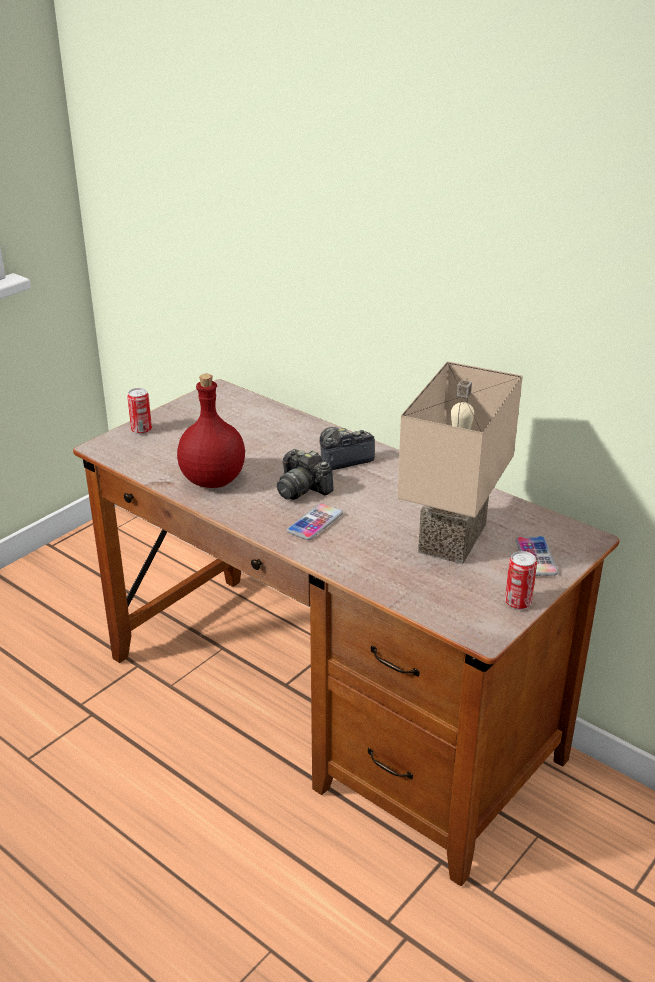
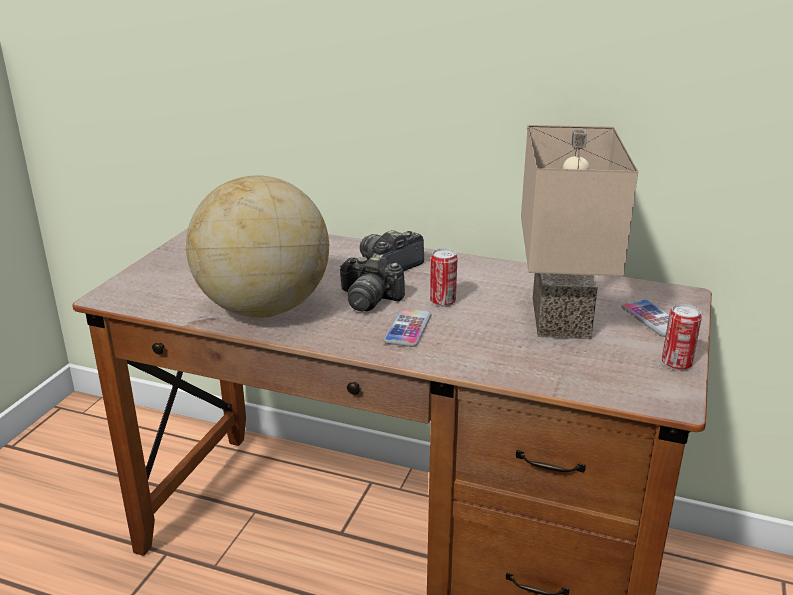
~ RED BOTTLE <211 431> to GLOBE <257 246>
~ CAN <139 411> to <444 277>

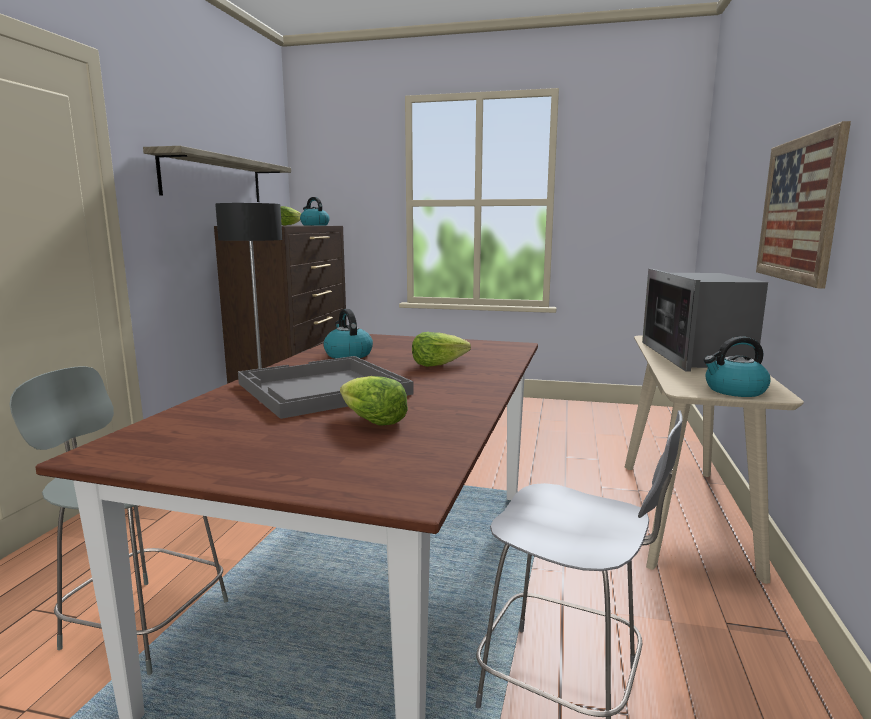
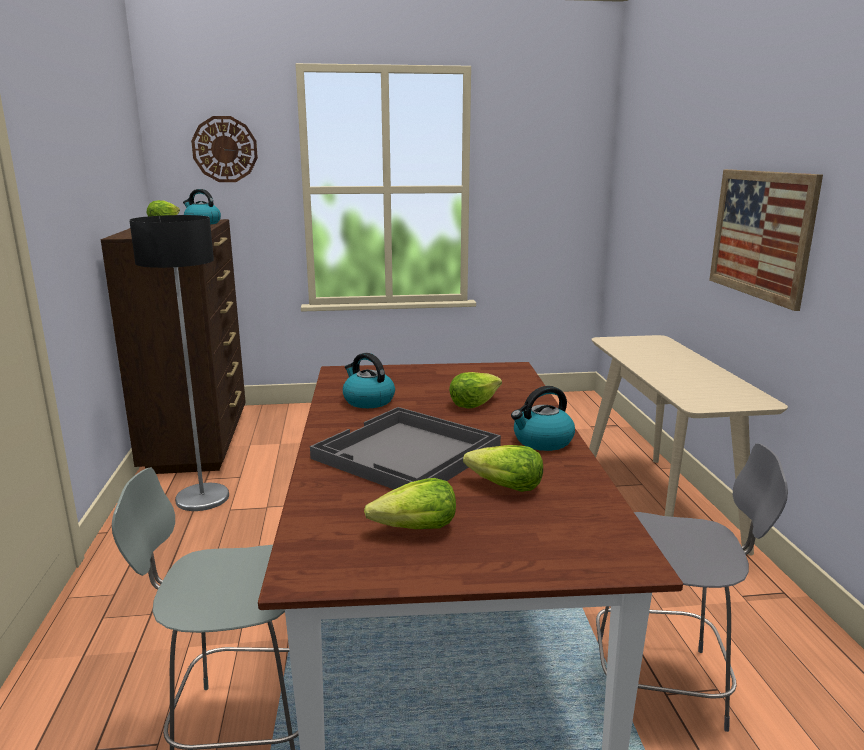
+ WALL CLOCK <224 149>
+ LETTUCE <410 503>
~ KETTLE <737 366> to <543 418>
- SHELF <217 174>
- MICROWAVE <705 320>

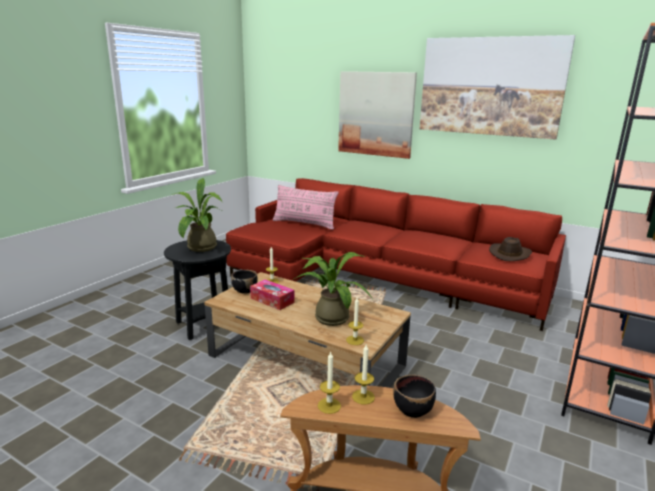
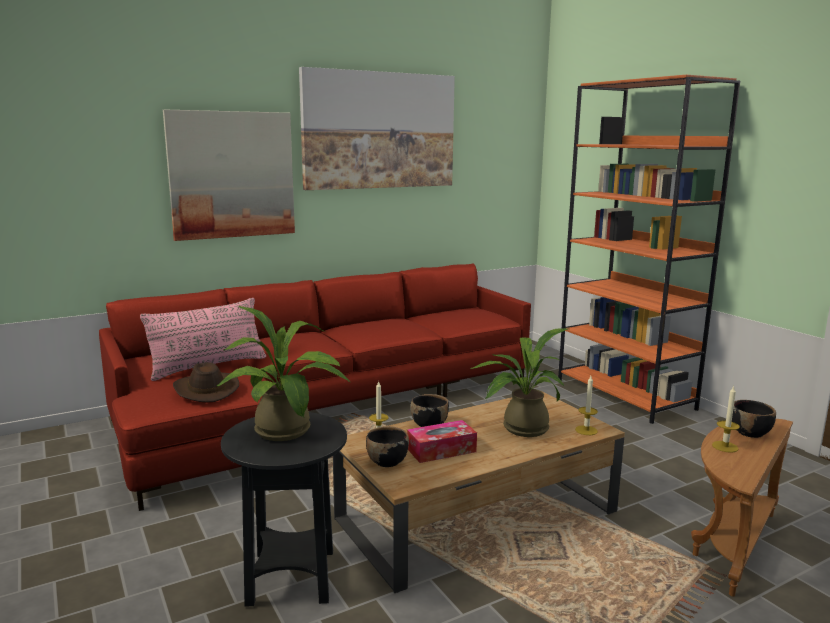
~ BROWN HAT <510 249> to <206 382>
+ BLACK BOWL <430 410>
- CANDLE <329 383>

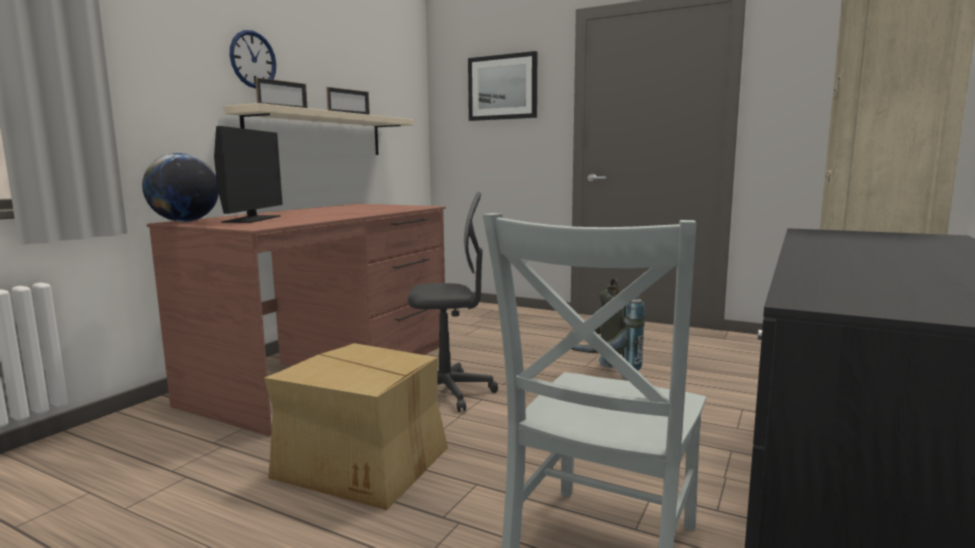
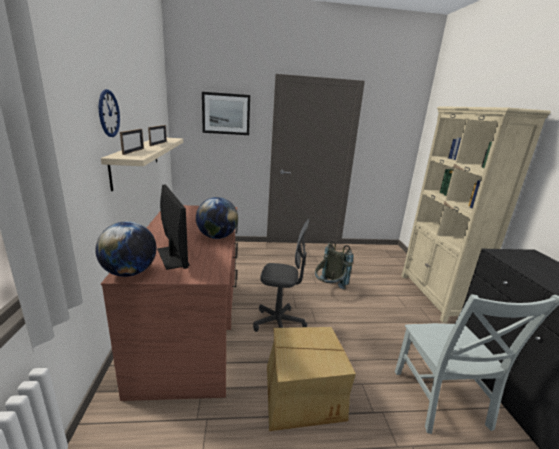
+ GLOBE <217 218>
~ GREY OFFICE CHAIR <453 302> = <281 275> 45 degrees clockwise

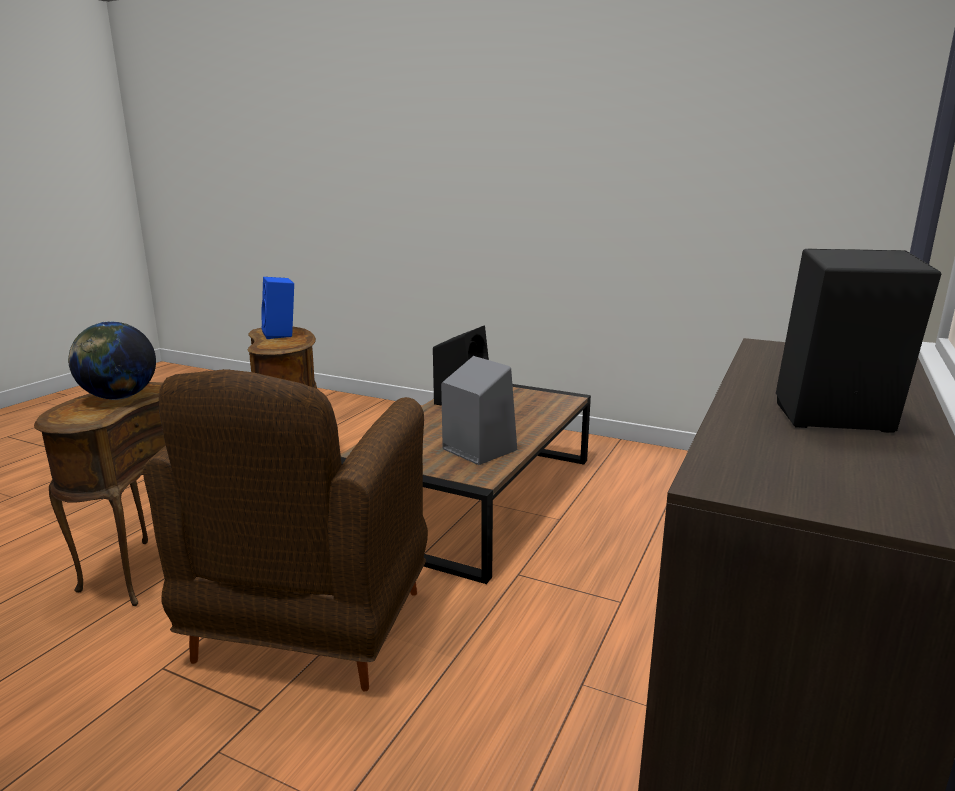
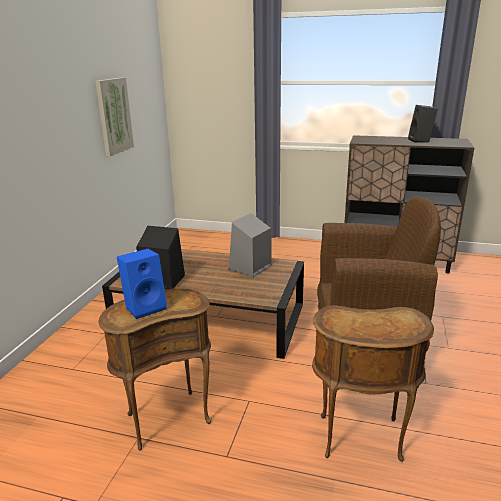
+ PICTURE <115 117>
- GLOBE <112 360>

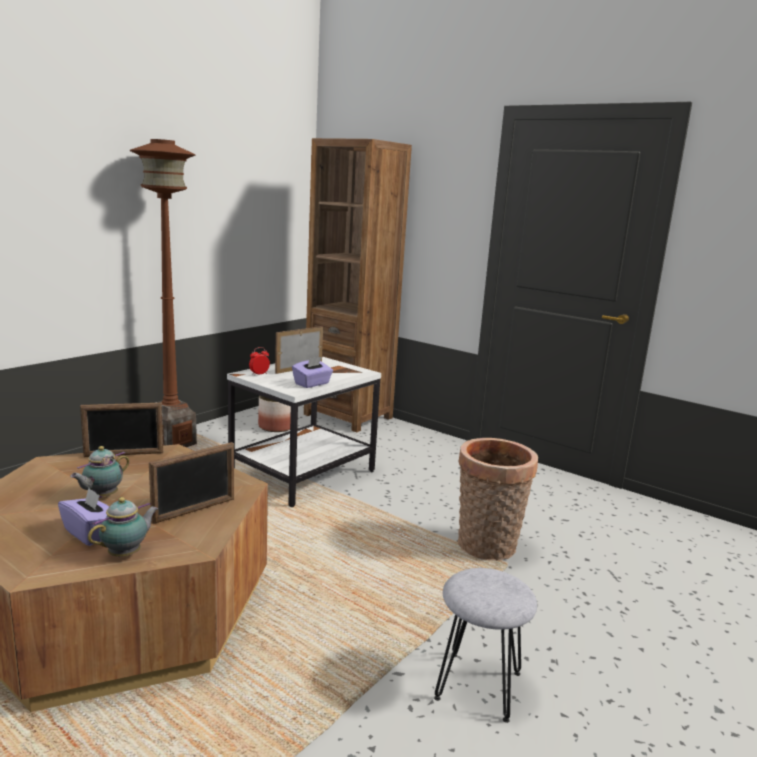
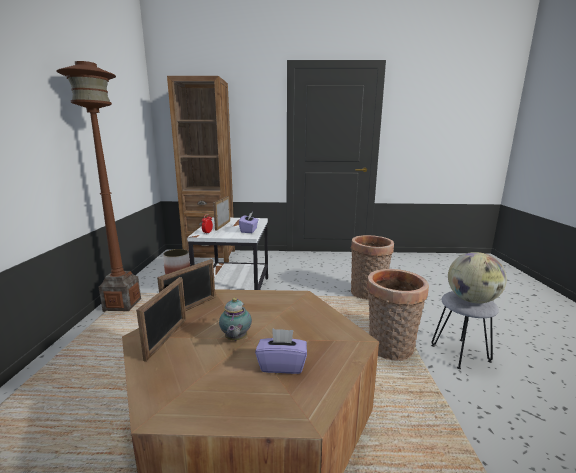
~ PICTURE FRAME <191 483> to <161 319>
+ BASKET <398 315>
+ GLOBE <477 278>
- TEAPOT <123 527>

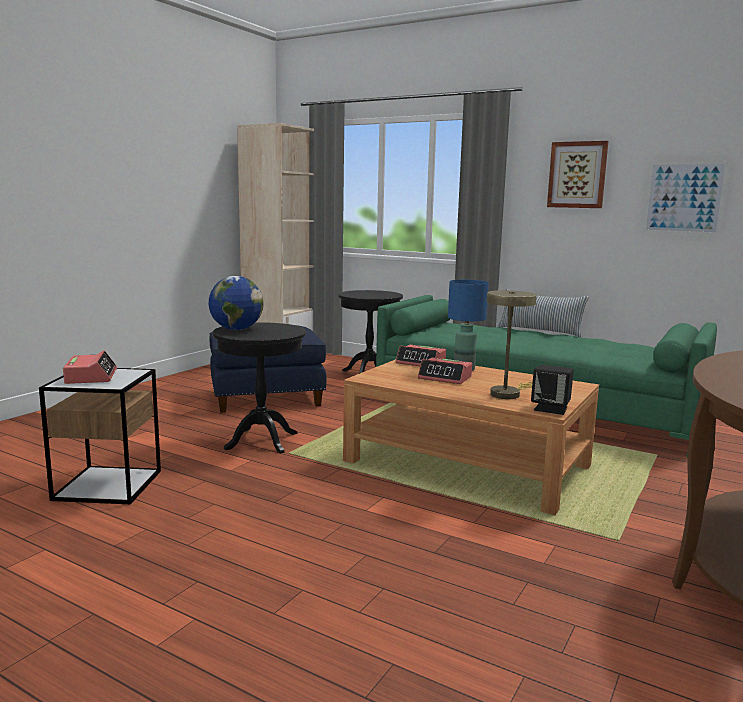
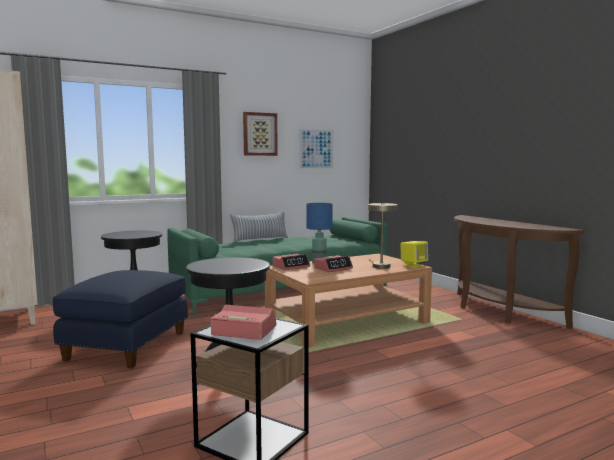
~ BLACK SPEAKER <552 390> to YELLOW SPEAKER <414 254>
- GLOBE <236 303>

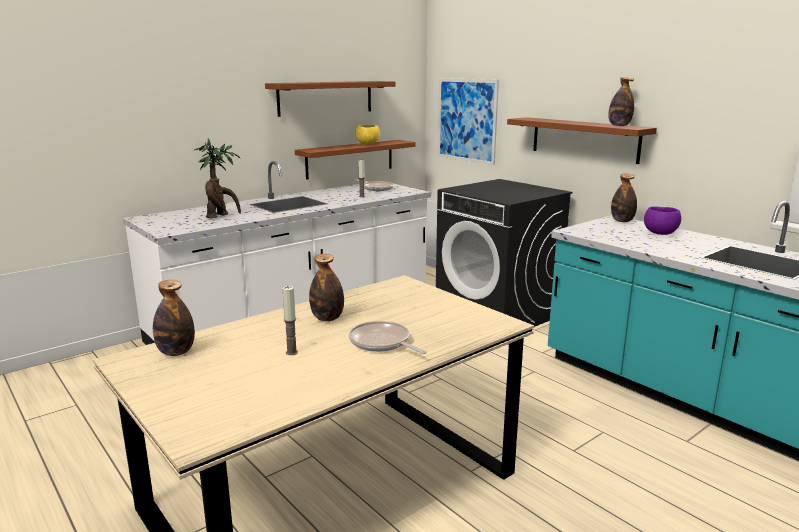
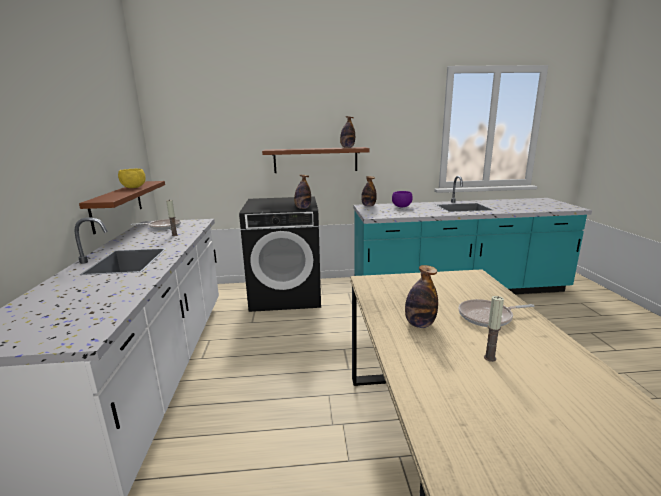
~ BOTTLE <174 318> to <302 192>
- POTTED PLANT <217 178>
- BROWN SHELF <330 99>
- PICTURE <468 121>

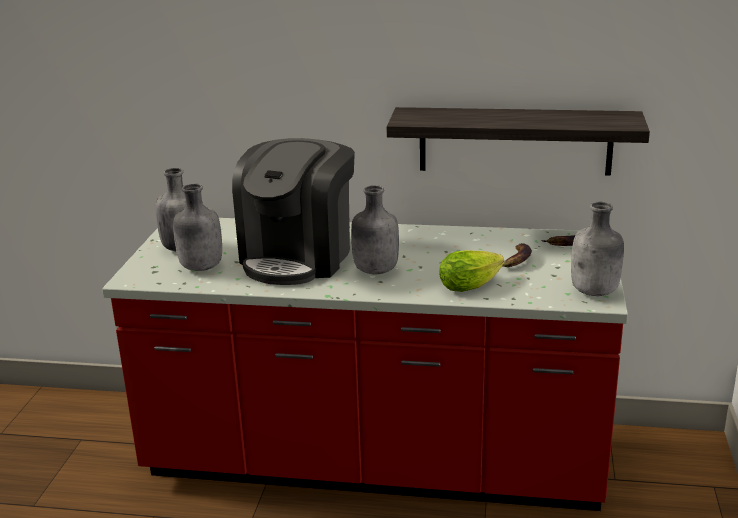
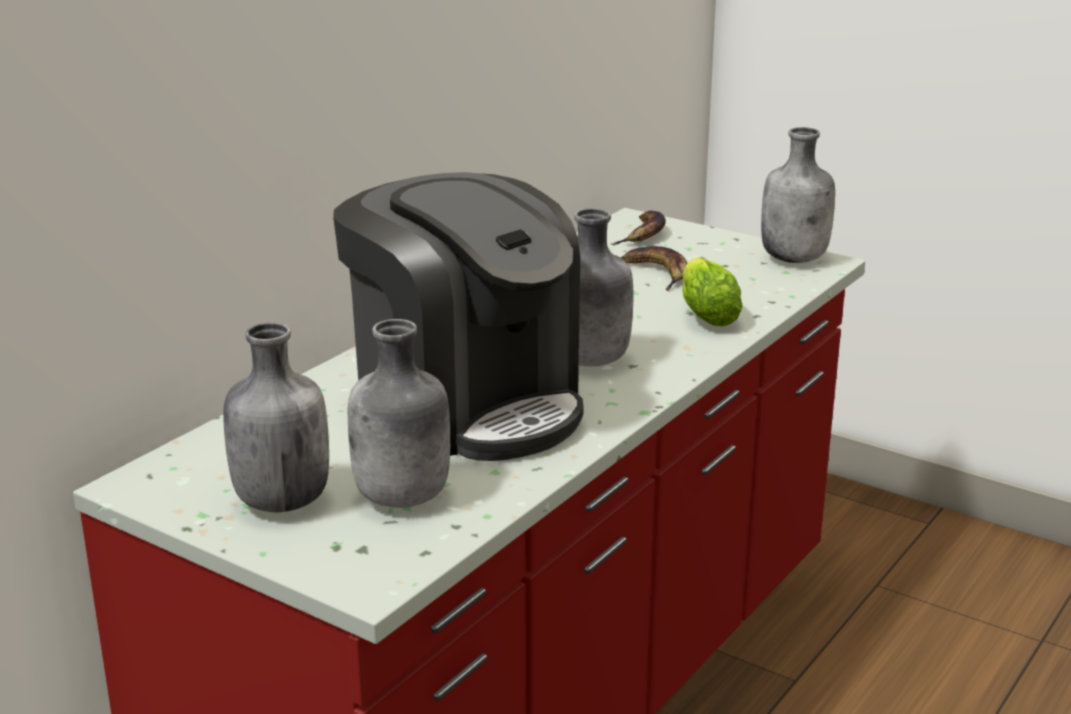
- SHELF <518 141>

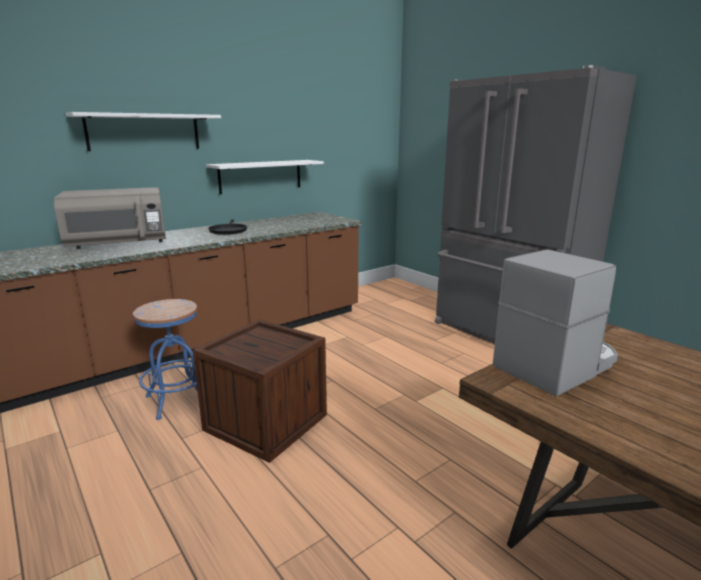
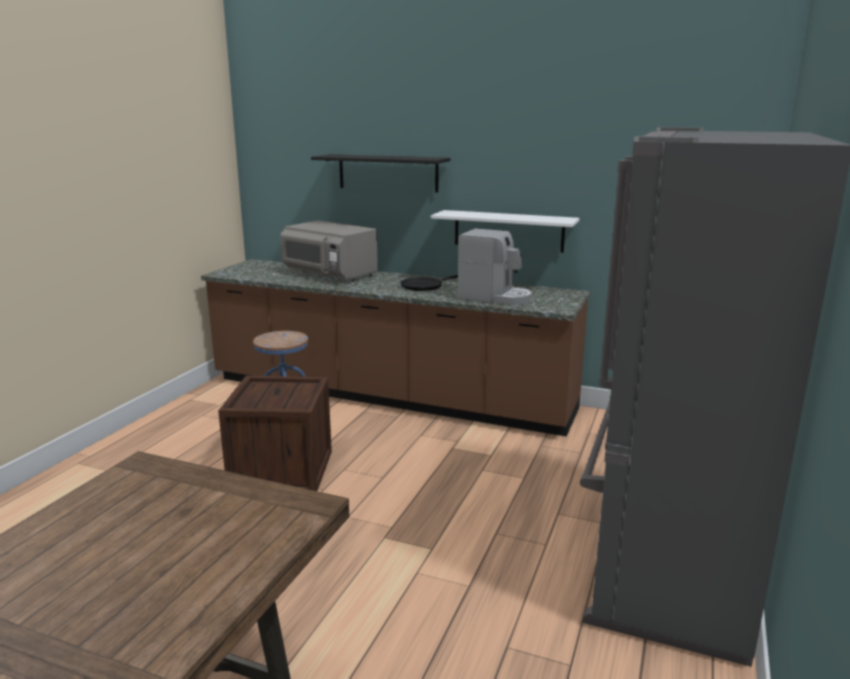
~ WHITE SHELF <143 131> to BLACK SHELF <381 173>
~ COFFEE MACHINE <555 323> to <495 267>

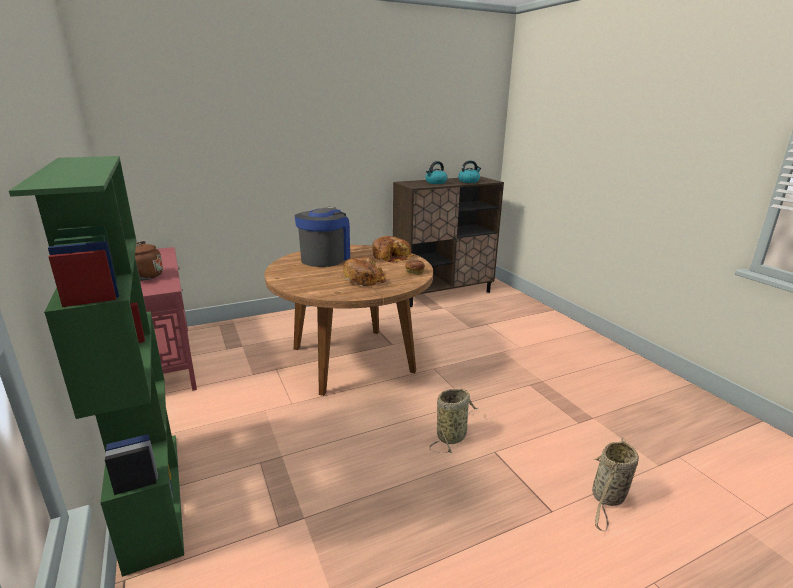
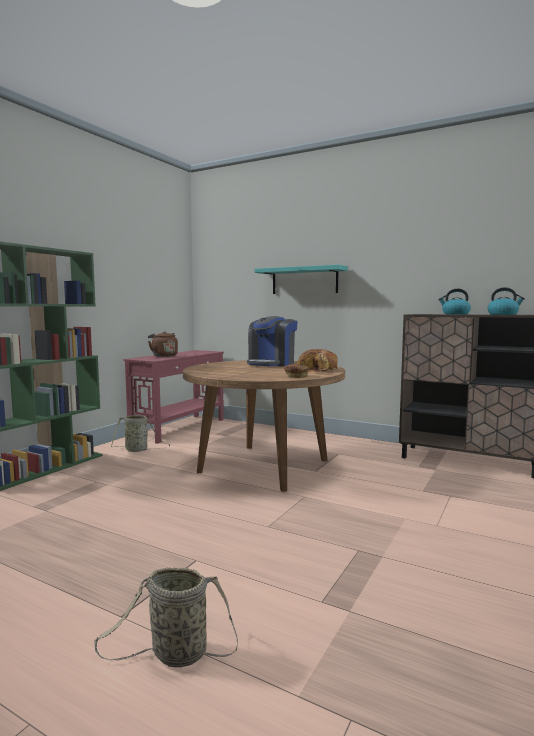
~ BASKET <453 421> to <140 433>
~ COFFEE MACHINE <322 237> = <272 341> 135 degrees clockwise
+ TURQUOISE SHELF <301 279>
- BREAD <364 271>

